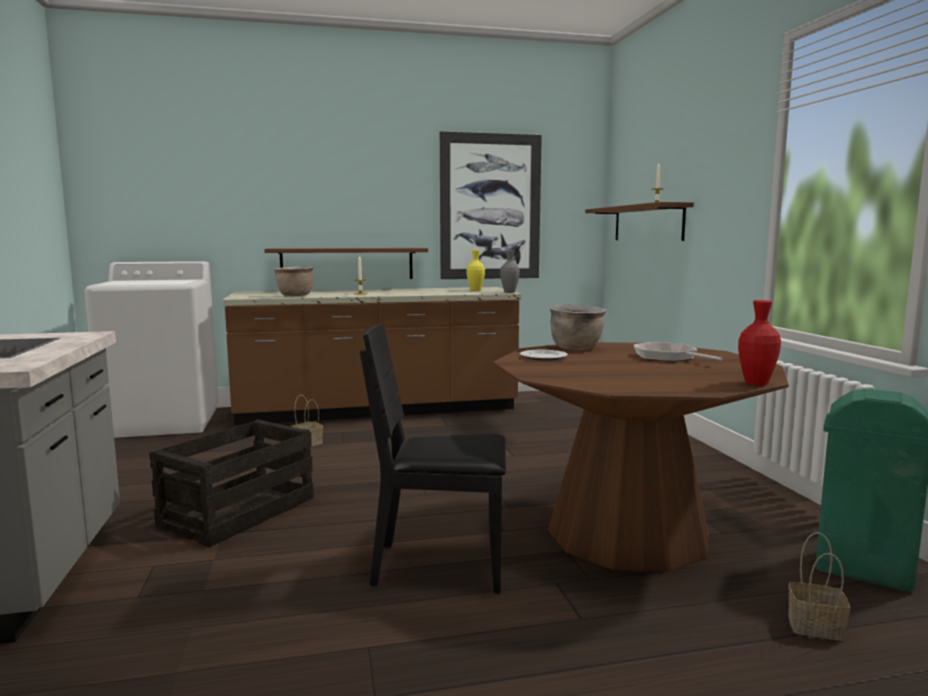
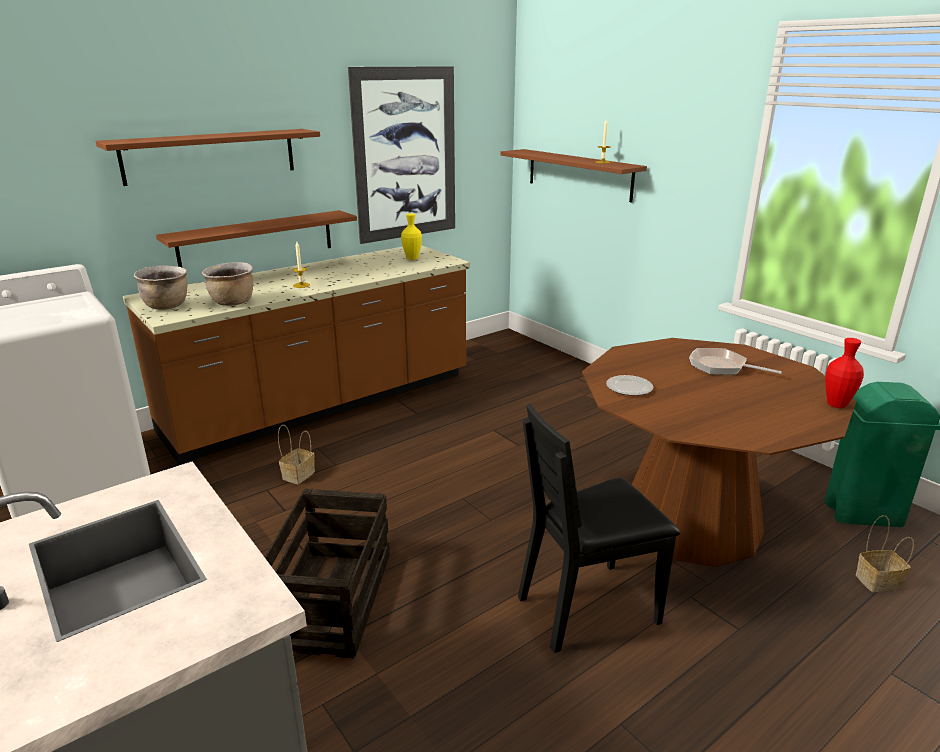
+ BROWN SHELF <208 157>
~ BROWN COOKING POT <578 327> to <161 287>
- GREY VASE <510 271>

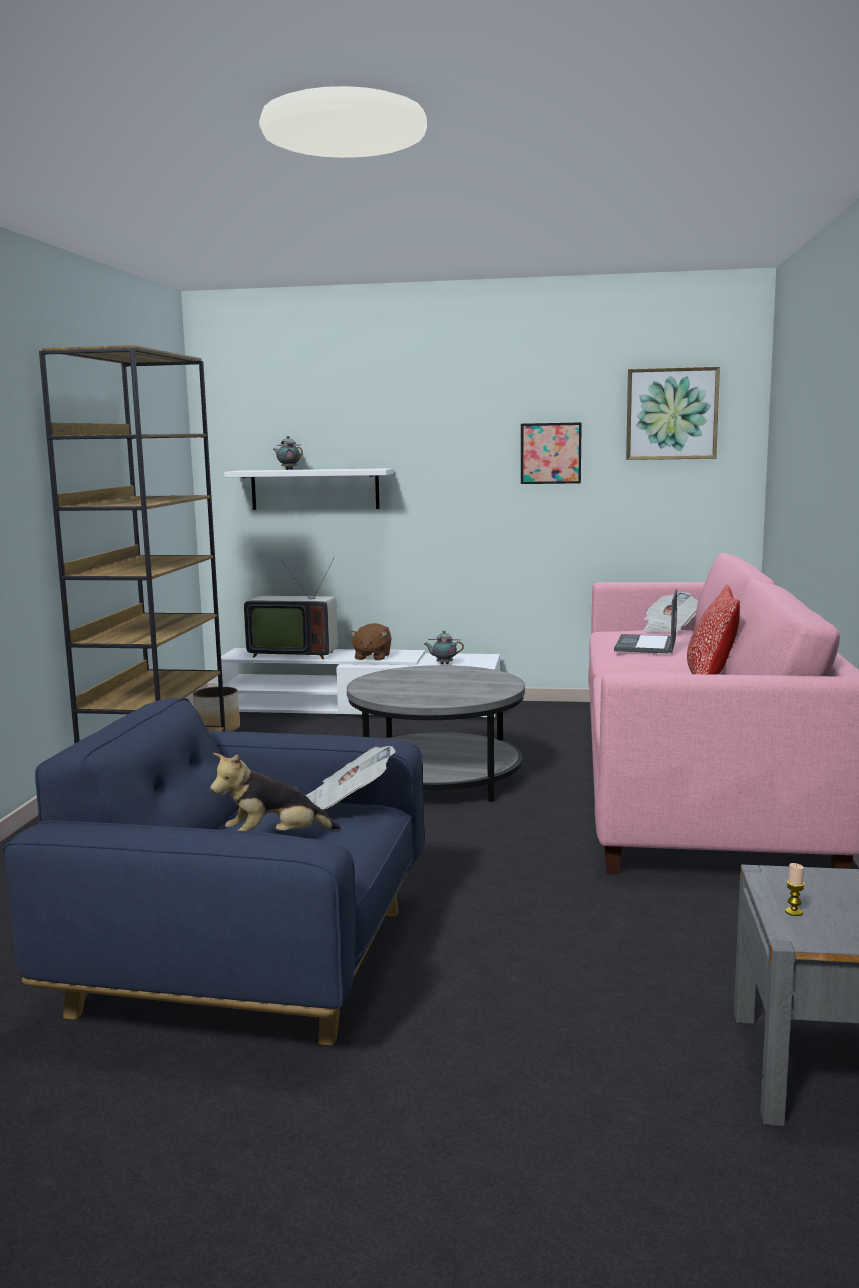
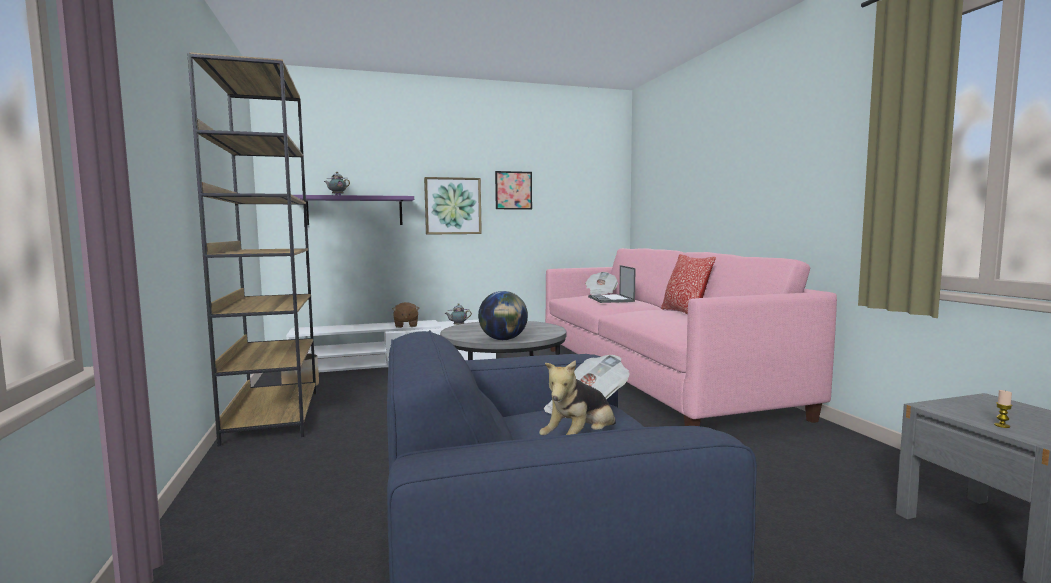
~ WHITE SHELF <308 489> to PURPLE SHELF <353 210>
~ PICTURE <673 413> to <453 206>
+ GLOBE <503 315>
- TELEVISION <291 608>

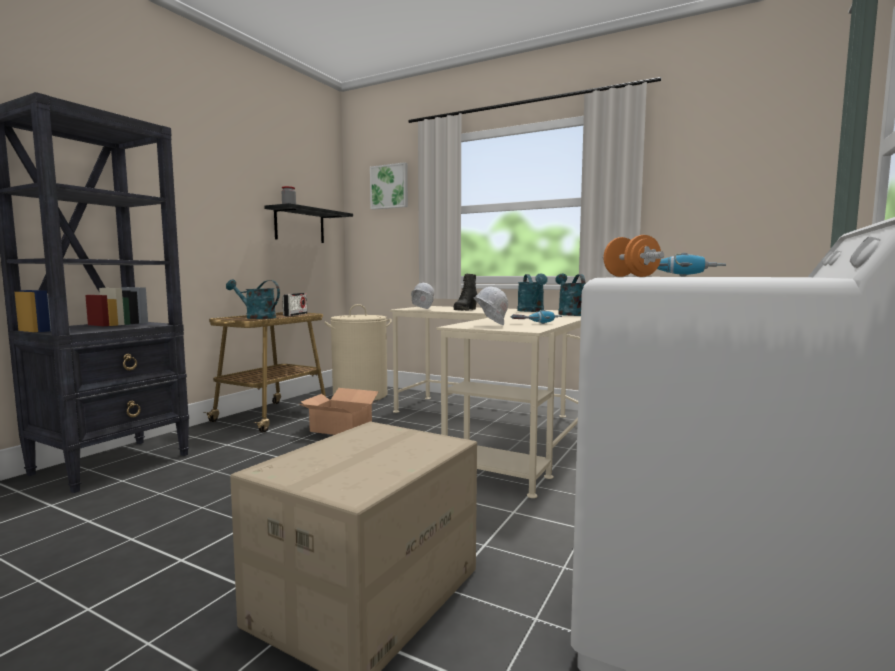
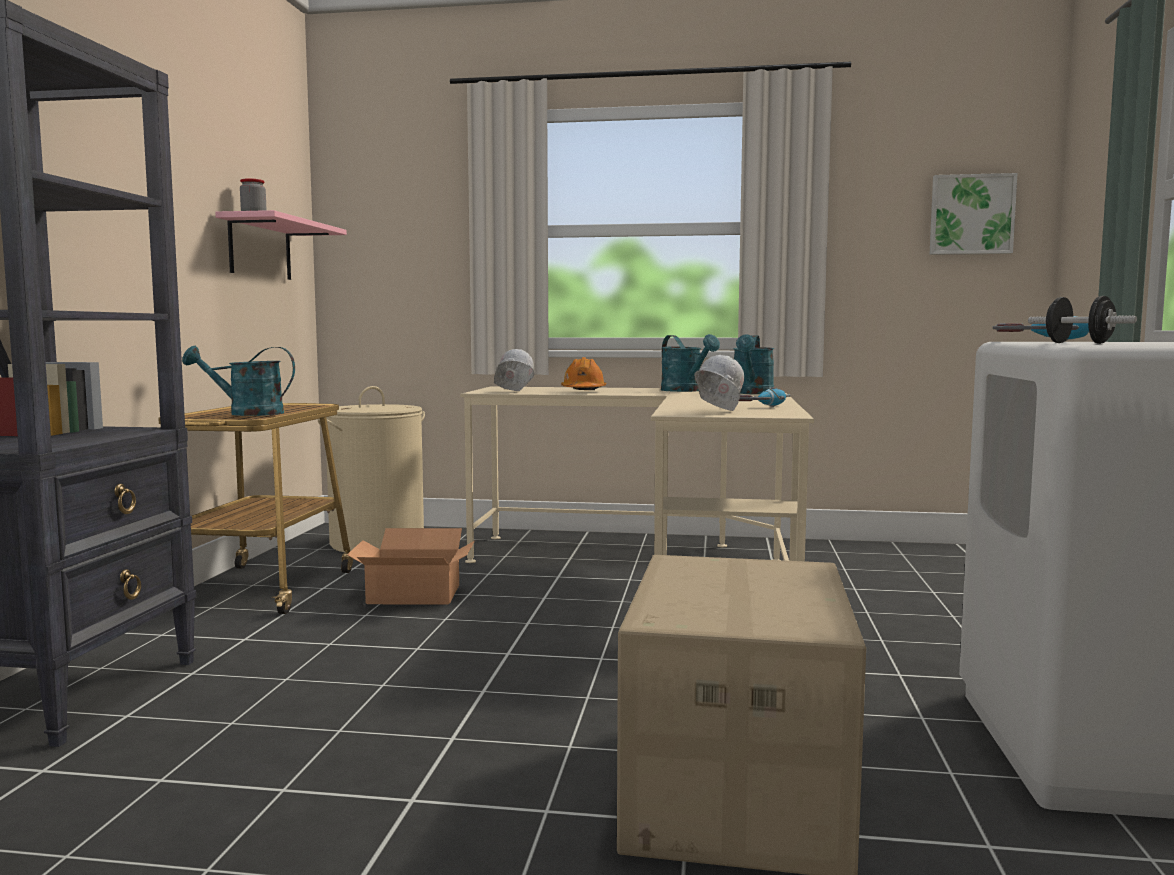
~ BLACK SHELF <308 223> to PINK SHELF <281 245>
~ BLACK BOOT <465 292> to ORANGE HARD HAT <583 373>
~ TURQUOISE WATERING CAN <570 294> = <753 364> 135 degrees counterclockwise
~ PICTURE <389 186> to <973 214>
~ ORANGE DUMBBELL <633 256> to BLACK DUMBBELL <1082 320>
- RADIO <294 304>

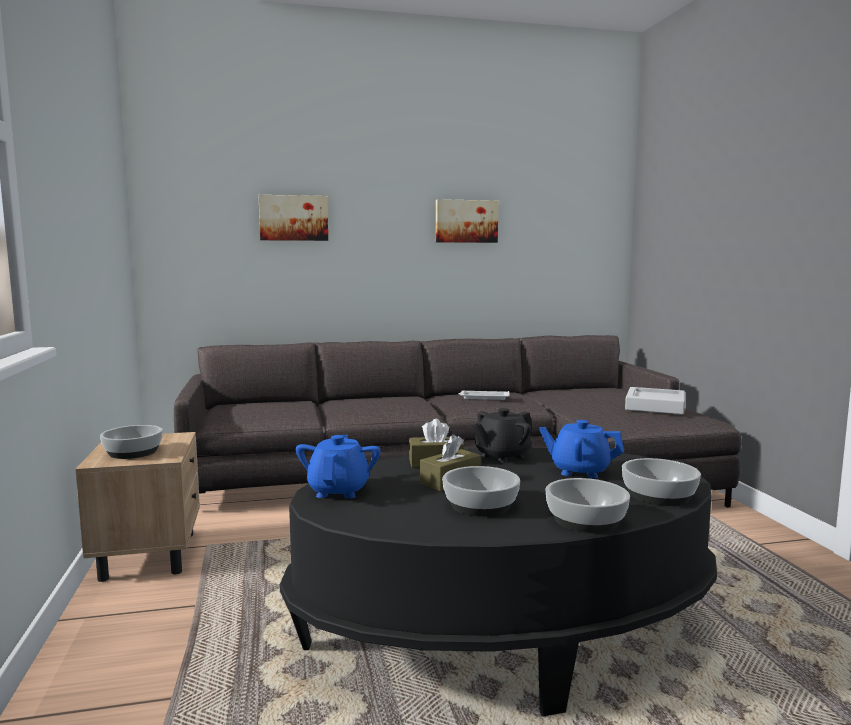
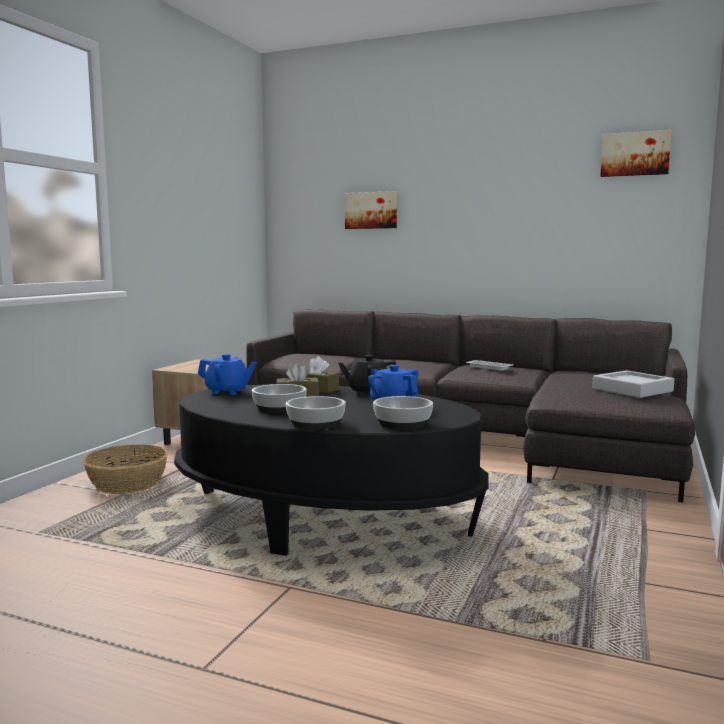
+ BASKET <125 469>
~ BLUE TEAPOT <338 467> = <227 374> 60 degrees clockwise
~ PICTURE <467 221> to <635 153>
- BOWL <131 442>

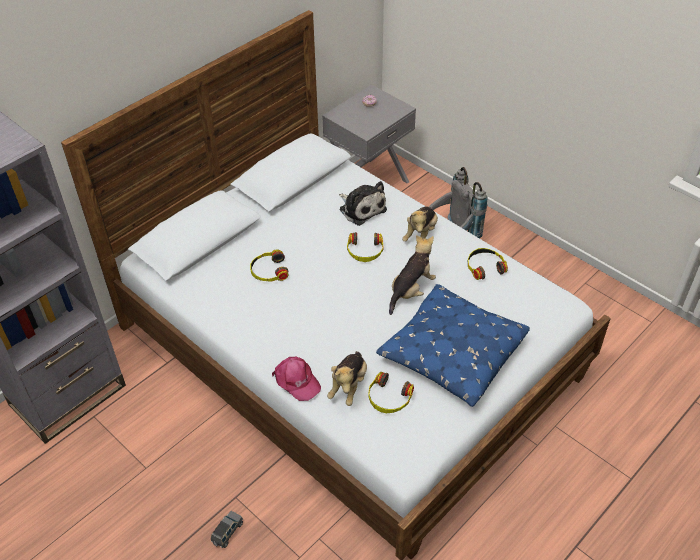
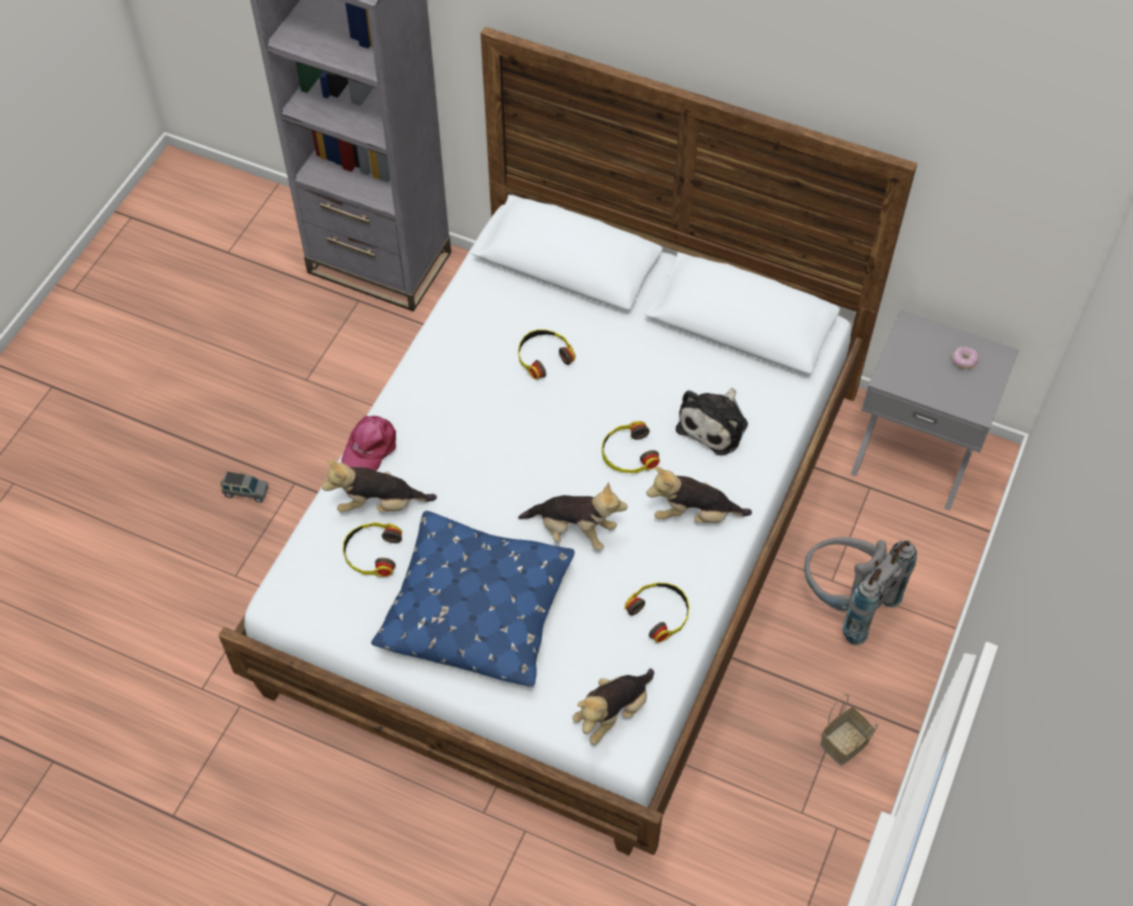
+ PLUSH TOY <613 707>
+ BASKET <849 730>

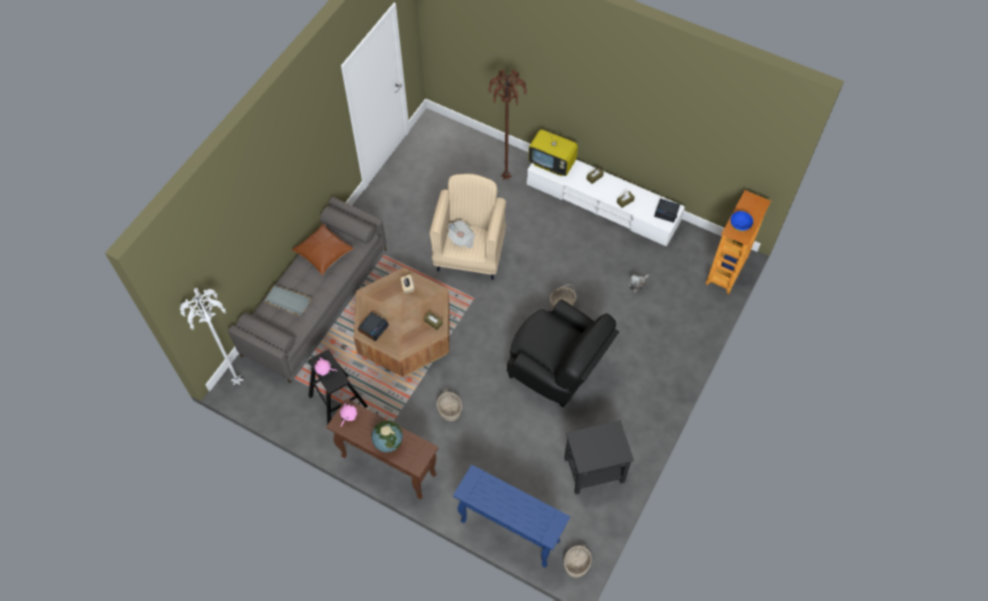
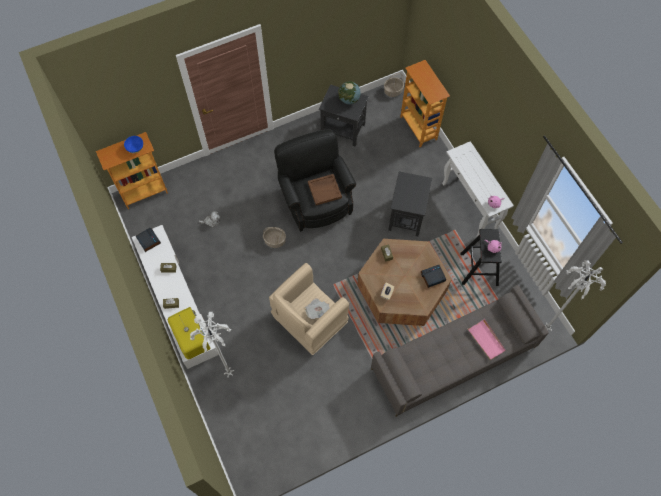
~ BROWN FLOOR LAMP <507 124> to WHITE FLOOR LAMP <212 344>
+ BROWN TRAY <325 189>
~ GLOBE <387 436> to <349 92>
~ BASKET <449 404> to BLACK SIDE TABLE <410 203>
~ BLUE CONSOLE TABLE <511 516> to BOOKCASE <425 103>
~ BROWN CONSOLE TABLE <382 449> to WHITE CONSOLE TABLE <478 189>
~ GREY TRAY <287 300> to PINK TRAY <487 339>
- BROWN PILLOW <323 250>

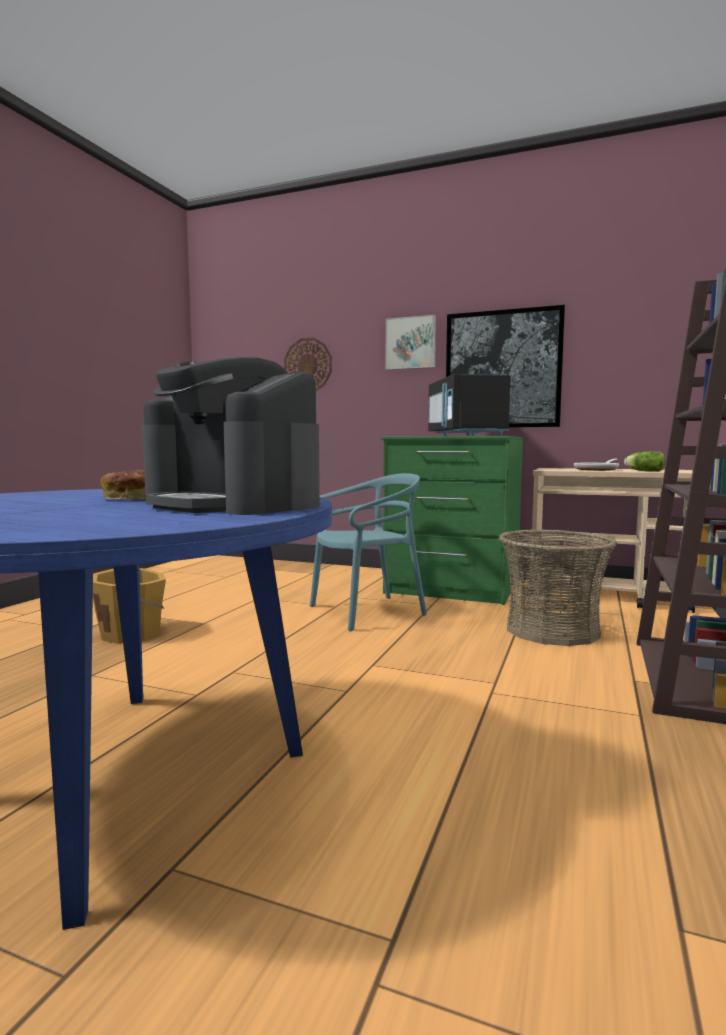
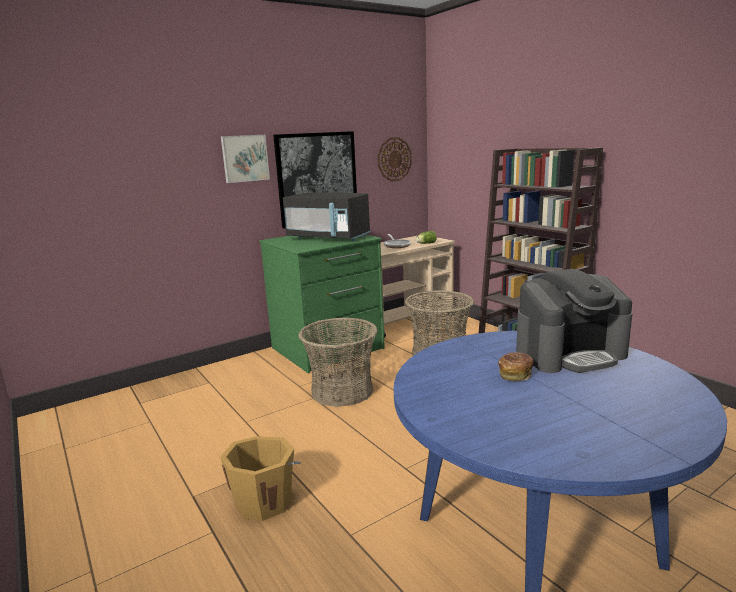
~ TURQUOISE CHAIR <368 552> to BASKET <338 362>
~ WALL CLOCK <308 364> to <395 159>

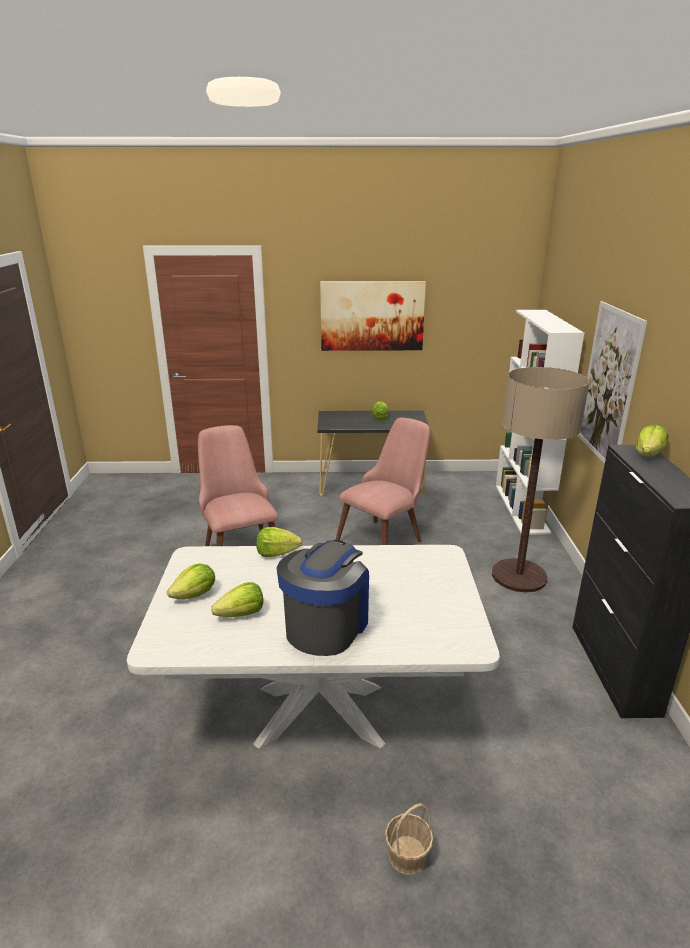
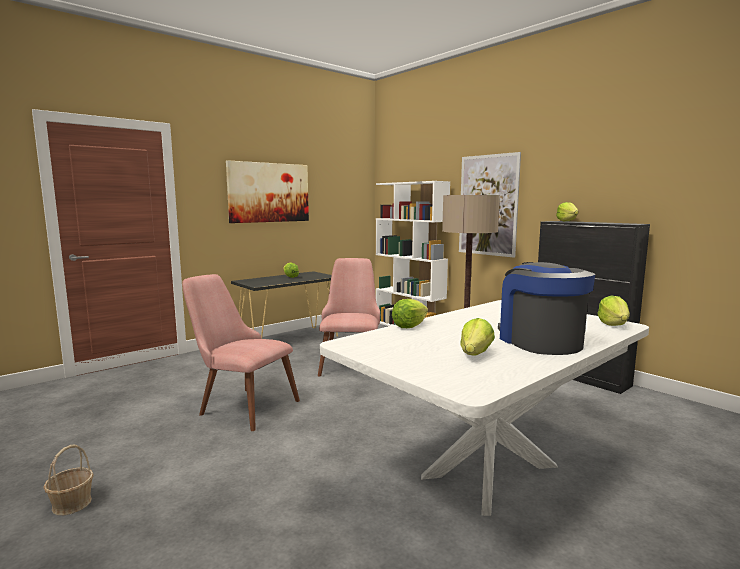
~ BASKET <409 839> to <68 479>
~ LETTUCE <191 581> to <613 311>

